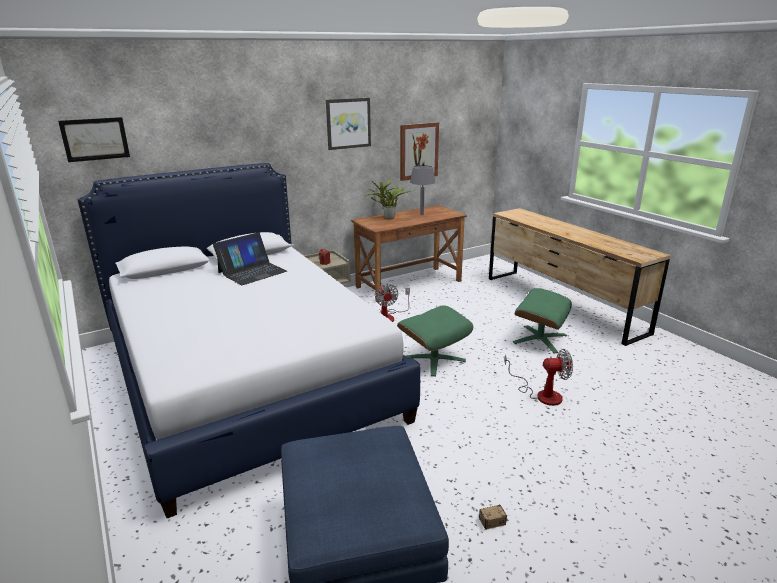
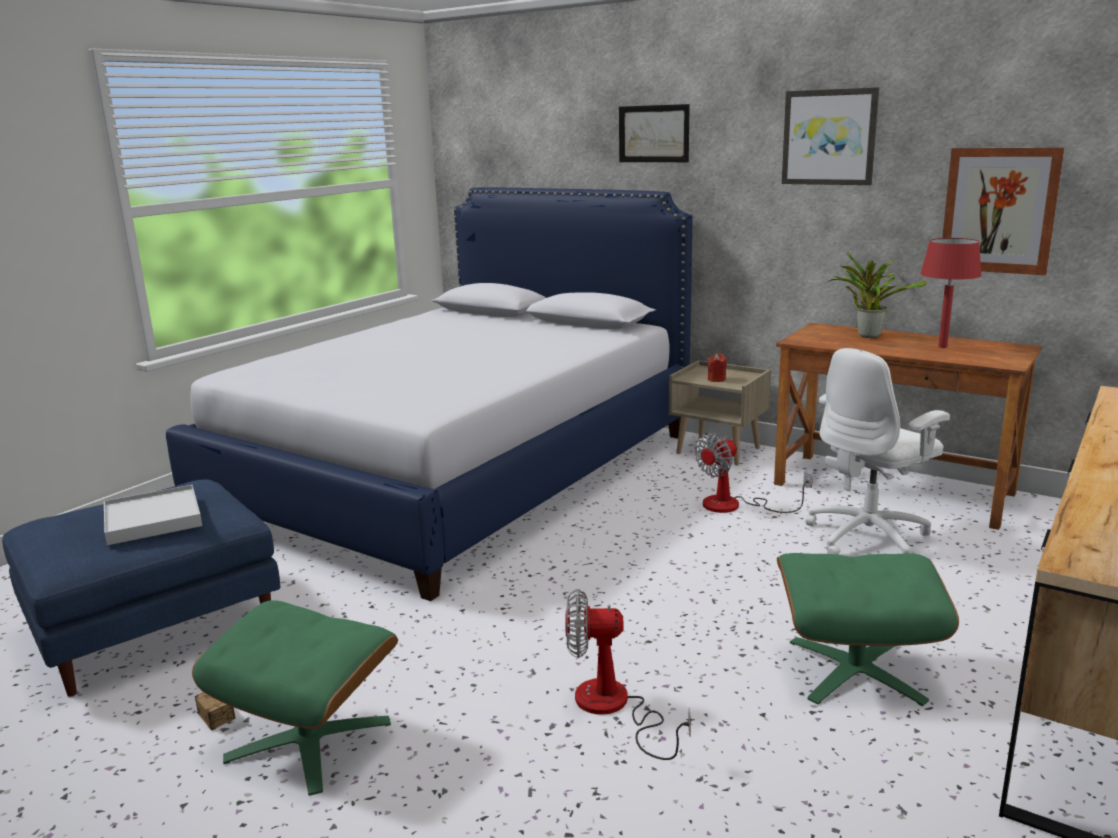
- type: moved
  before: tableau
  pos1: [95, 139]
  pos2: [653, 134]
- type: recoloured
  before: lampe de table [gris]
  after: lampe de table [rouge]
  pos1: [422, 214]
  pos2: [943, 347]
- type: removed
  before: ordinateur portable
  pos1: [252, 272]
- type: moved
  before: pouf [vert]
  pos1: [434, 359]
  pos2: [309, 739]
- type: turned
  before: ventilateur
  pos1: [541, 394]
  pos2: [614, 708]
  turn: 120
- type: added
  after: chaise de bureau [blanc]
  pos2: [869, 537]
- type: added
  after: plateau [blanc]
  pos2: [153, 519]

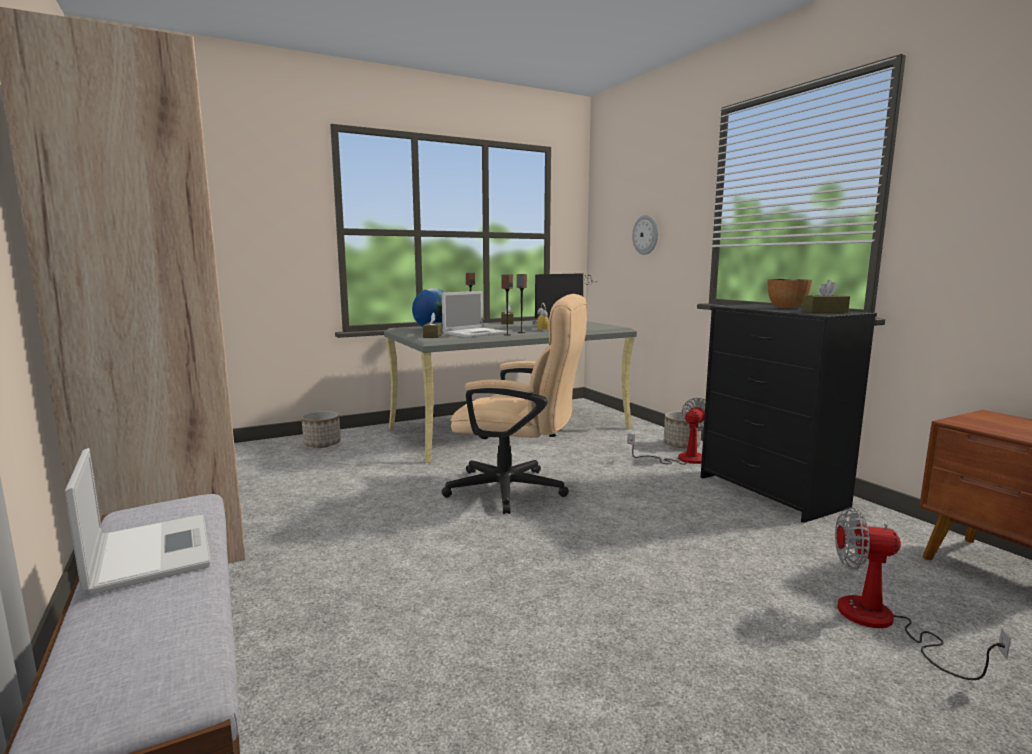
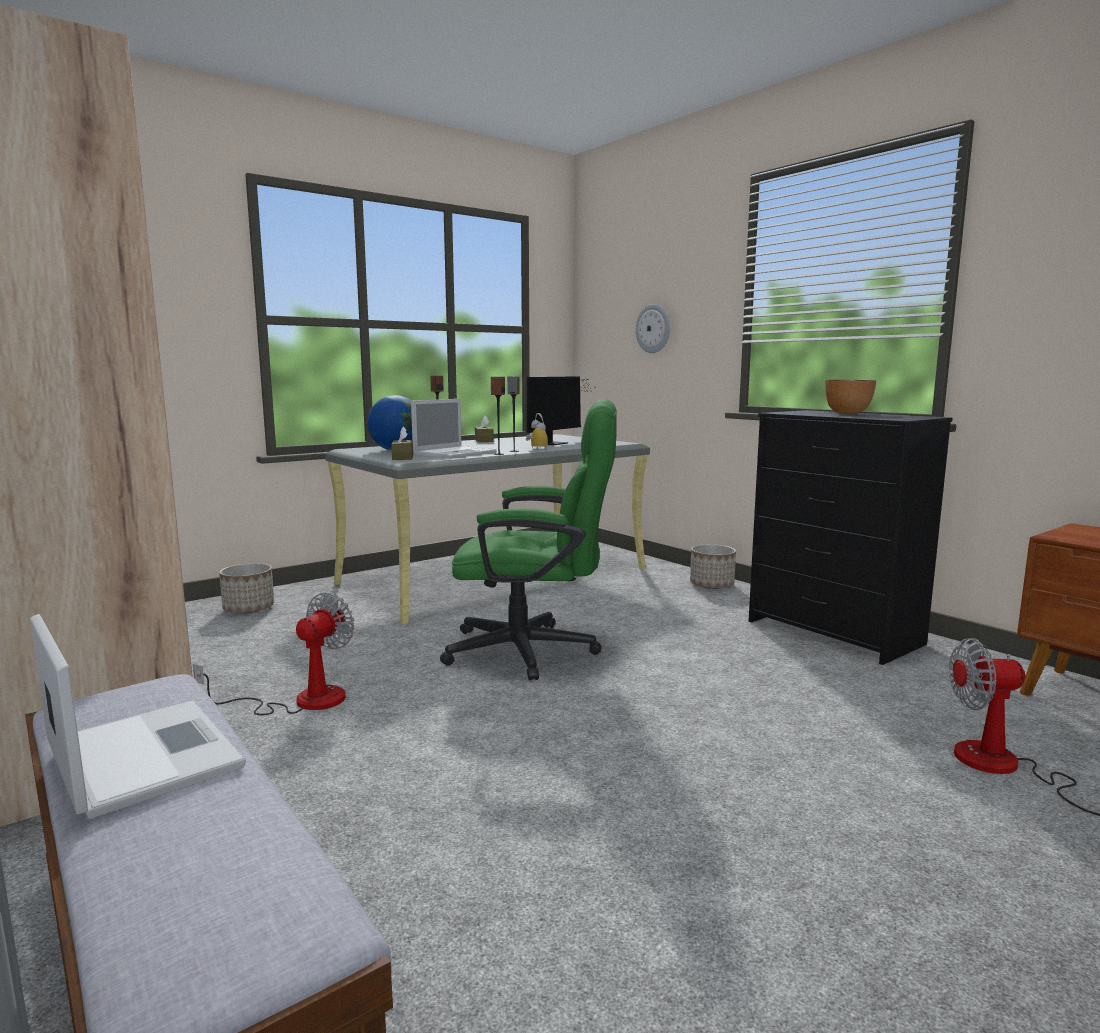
- type: removed
  before: boîte à mouchoirs [marron]
  pos1: [824, 312]
- type: recoloured
  before: chaise de bureau [beige]
  after: chaise de bureau [vert]
  pos1: [517, 491]
  pos2: [536, 651]
- type: moved
  before: ventilateur
  pos1: [681, 459]
  pos2: [301, 701]

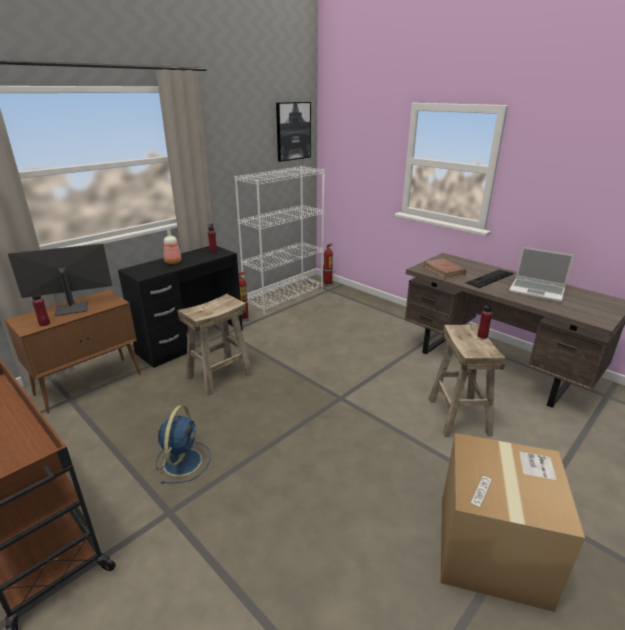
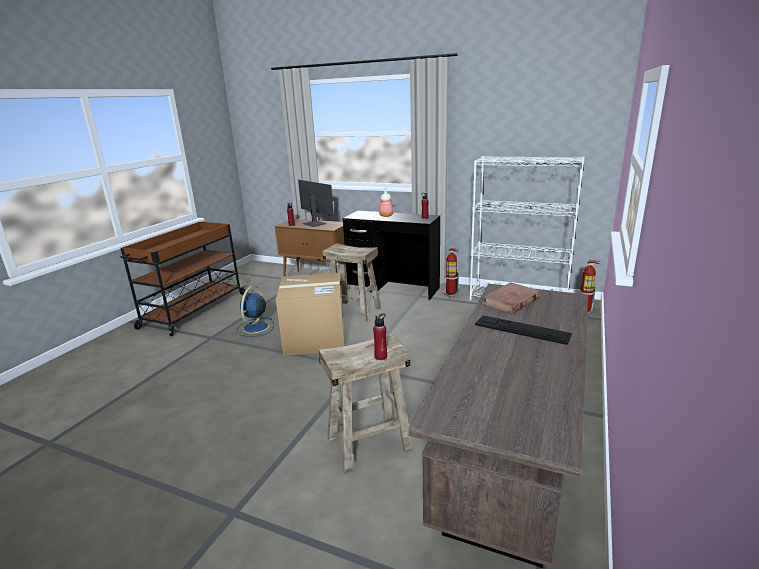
- type: removed
  before: tableau
  pos1: [293, 131]
- type: removed
  before: ordinateur portable
  pos1: [537, 291]
- type: turned
  before: ventilateur [bleu]
  pos1: [183, 460]
  pos2: [255, 328]
  turn: 120
- type: moved
  before: carton
  pos1: [491, 549]
  pos2: [315, 338]

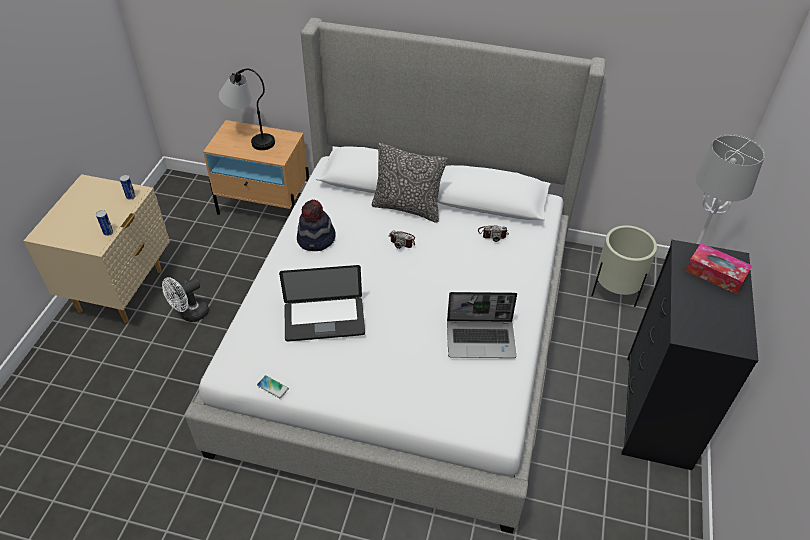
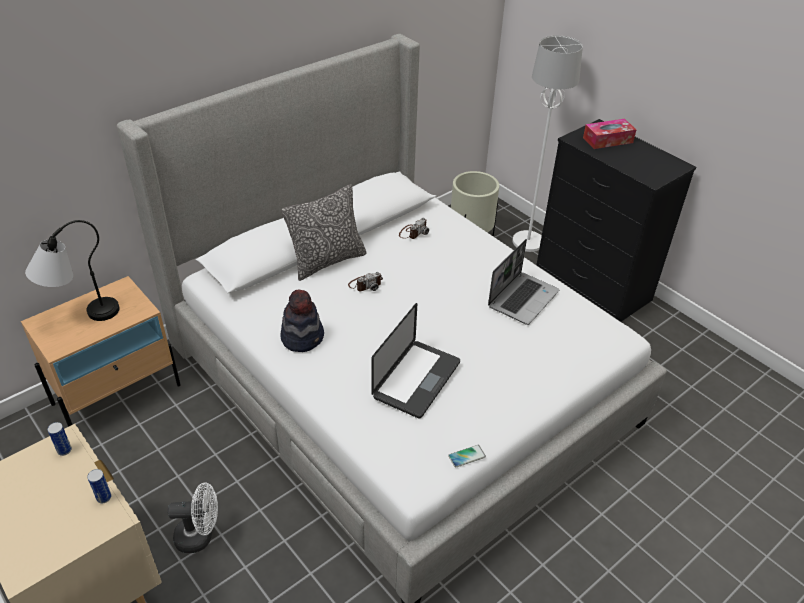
- type: turned
  before: ventilateur [blanc]
  pos1: [190, 314]
  pos2: [200, 536]
  turn: -90

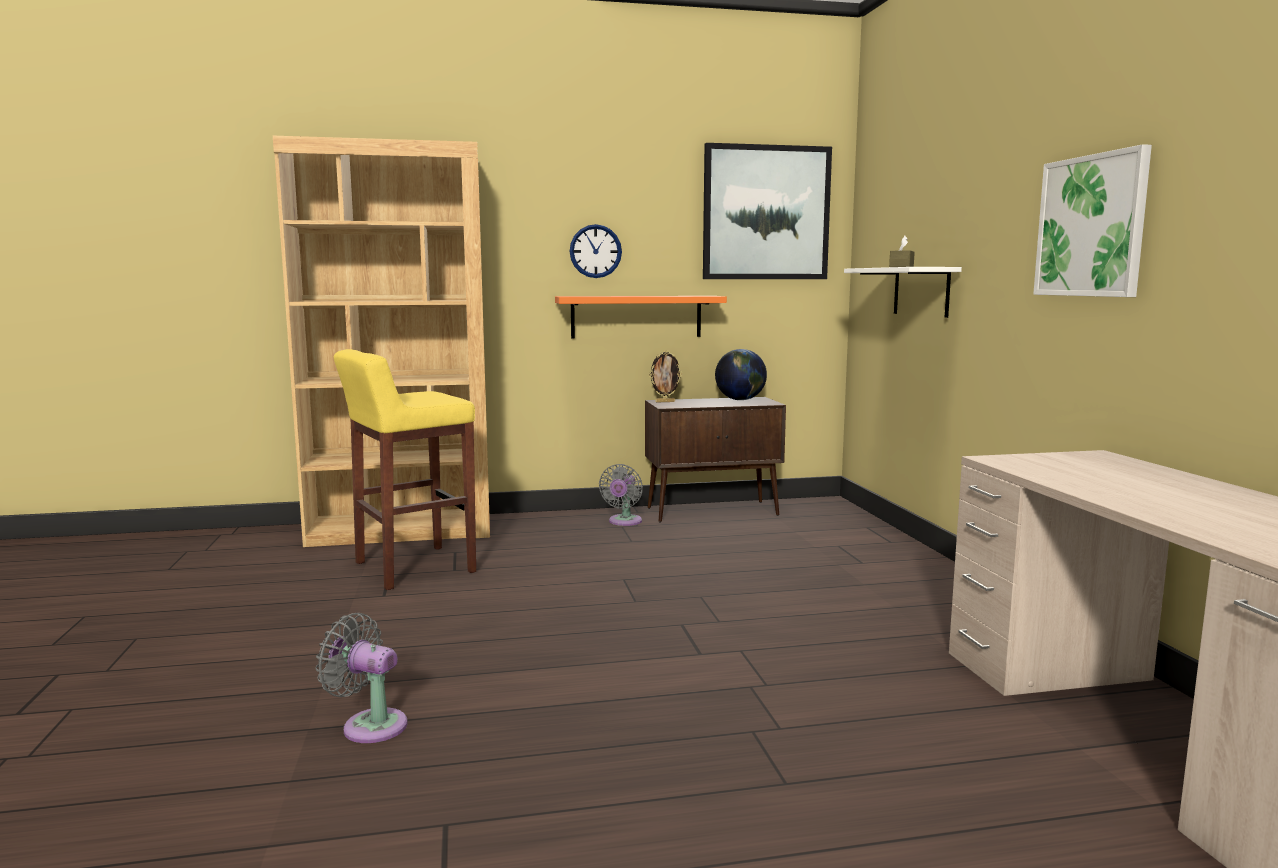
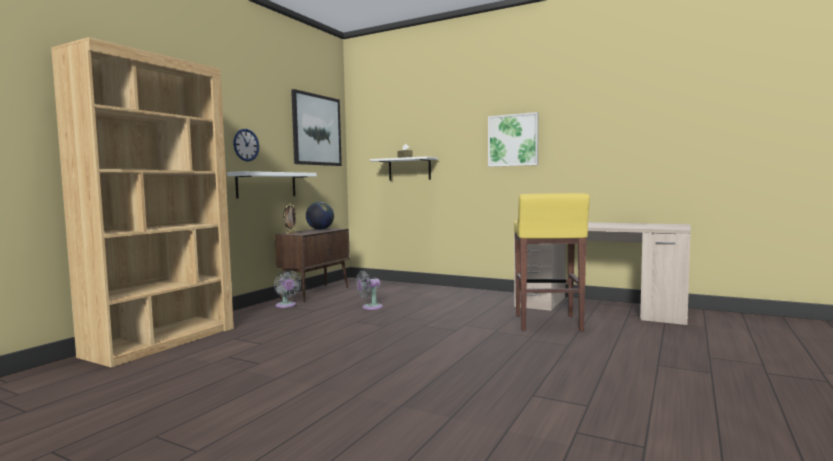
- type: recoloured
  before: étagère [orange]
  after: étagère [blanc]
  pos1: [636, 316]
  pos2: [266, 185]
- type: moved
  before: tabouret [jaune]
  pos1: [412, 568]
  pos2: [548, 323]
- type: moved
  before: ventilateur [gris]
  pos1: [369, 725]
  pos2: [370, 307]

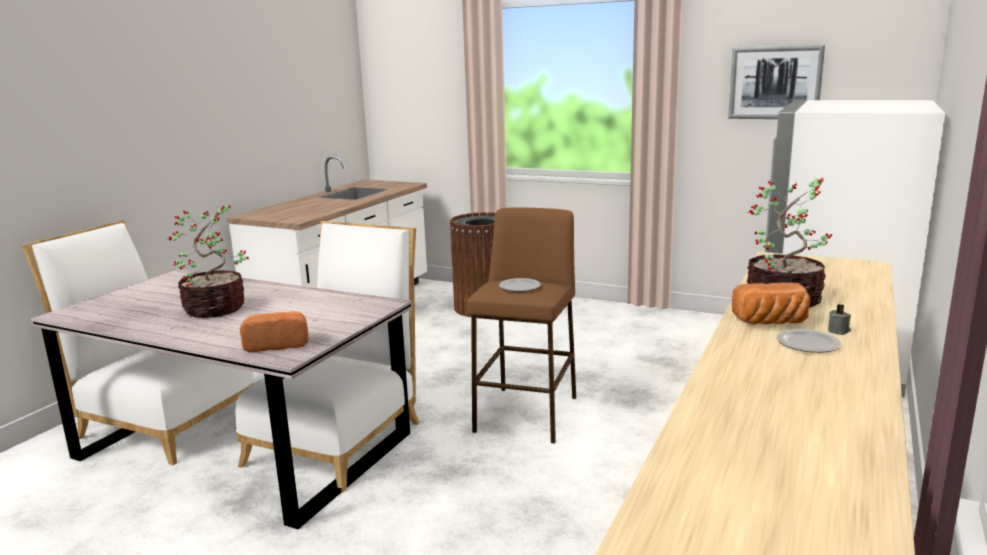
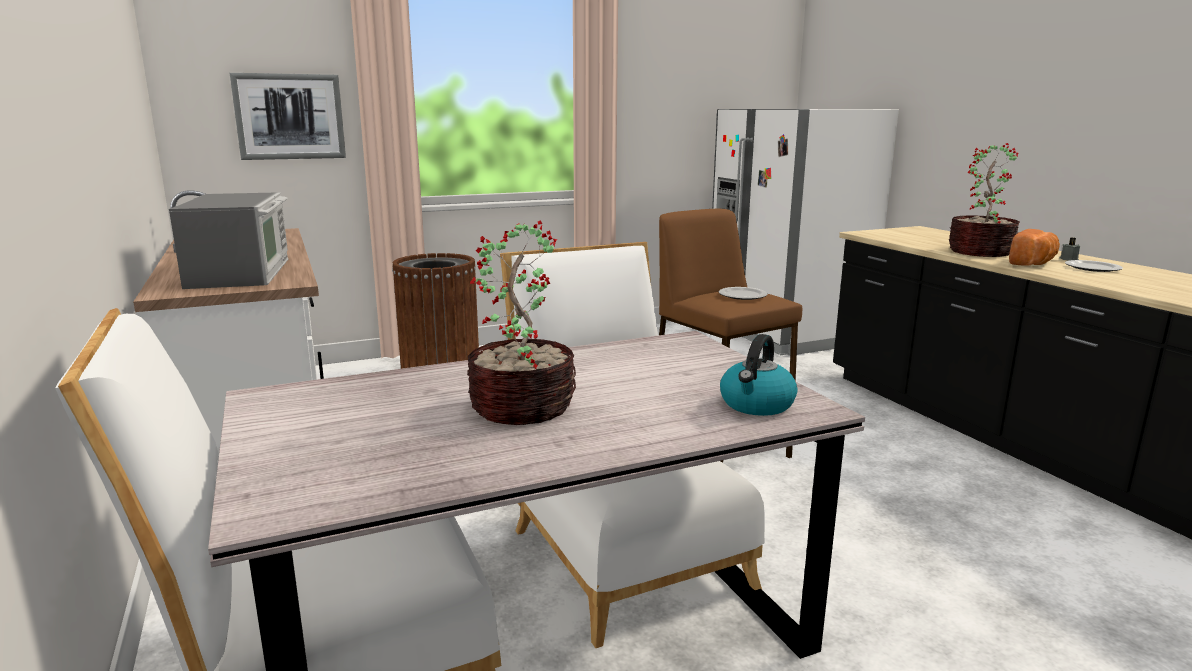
- type: moved
  before: tableau
  pos1: [775, 83]
  pos2: [289, 116]
- type: replaced
  before: pain
  after: bouilloire
  pos1: [277, 344]
  pos2: [756, 405]
- type: added
  after: micro-ondes
  pos2: [242, 272]

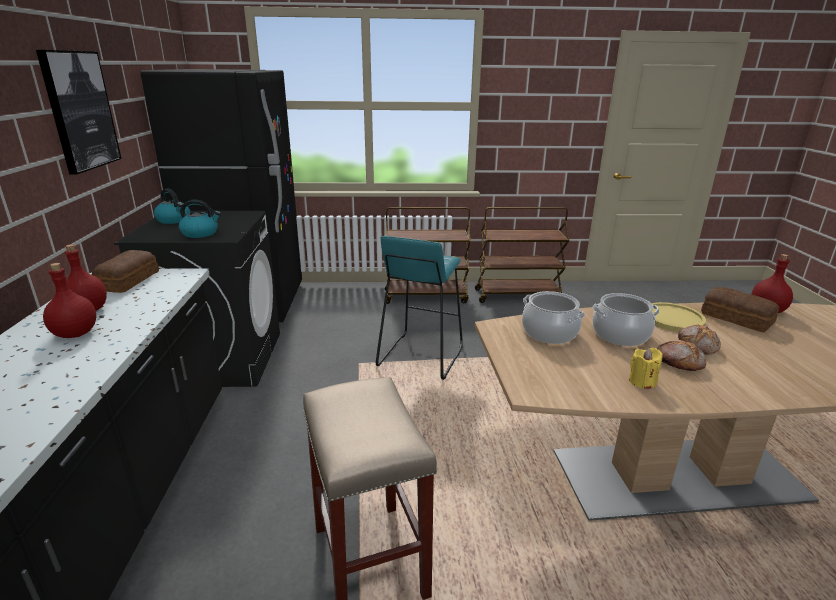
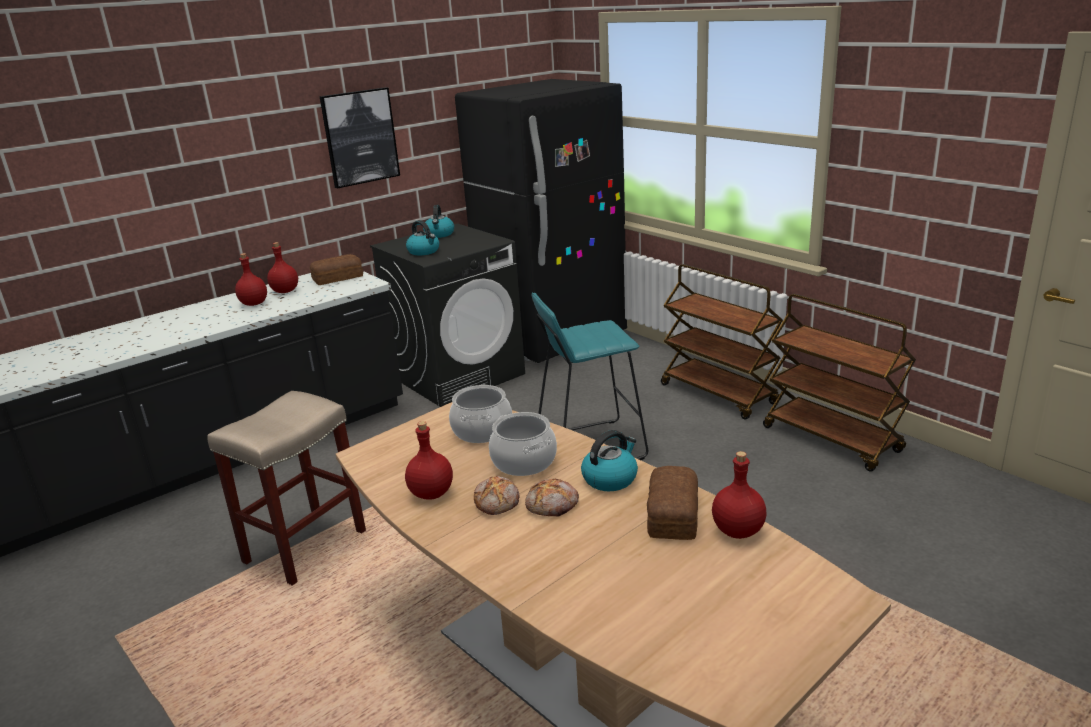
- type: replaced
  before: assiette [jaune]
  after: bouilloire
  pos1: [672, 319]
  pos2: [610, 478]
- type: replaced
  before: bougie [jaune]
  after: bouteille [rouge]
  pos1: [642, 382]
  pos2: [432, 493]

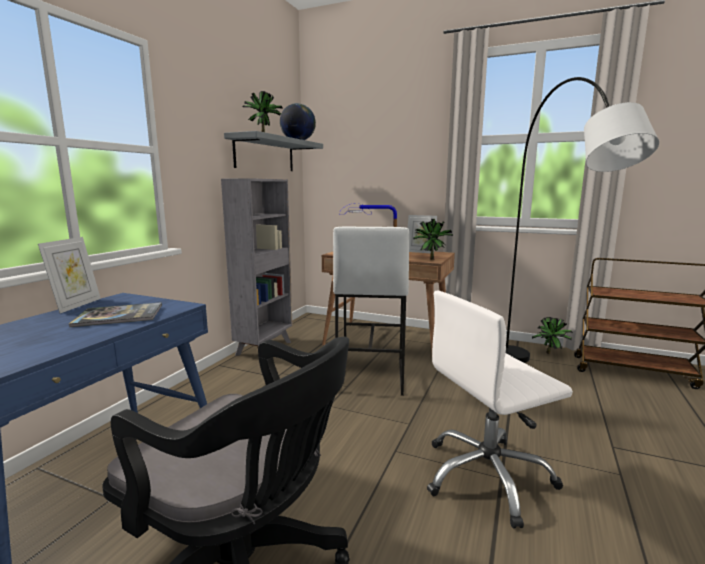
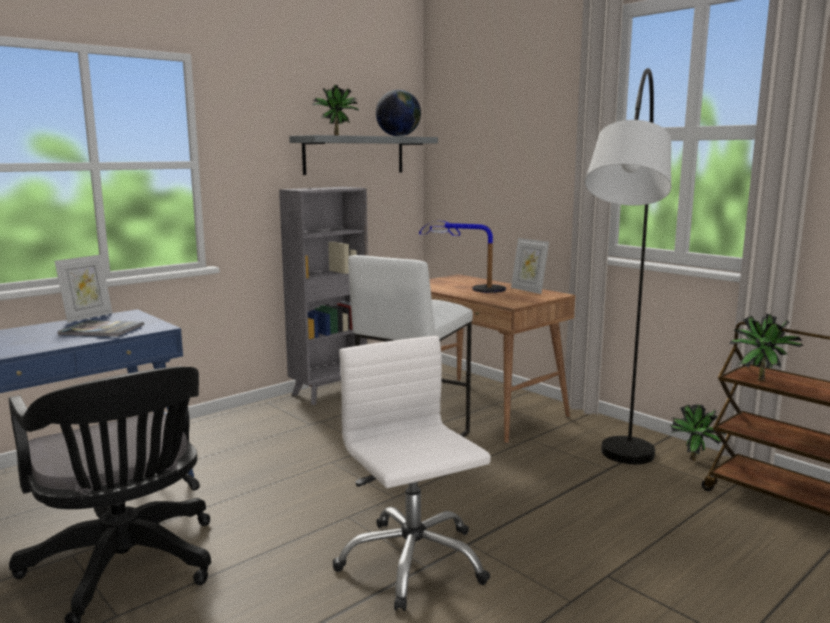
- type: moved
  before: plante en pot
  pos1: [430, 259]
  pos2: [759, 379]
- type: turned
  before: chaise de bureau [blanc]
  pos1: [487, 476]
  pos2: [412, 561]
  turn: 60

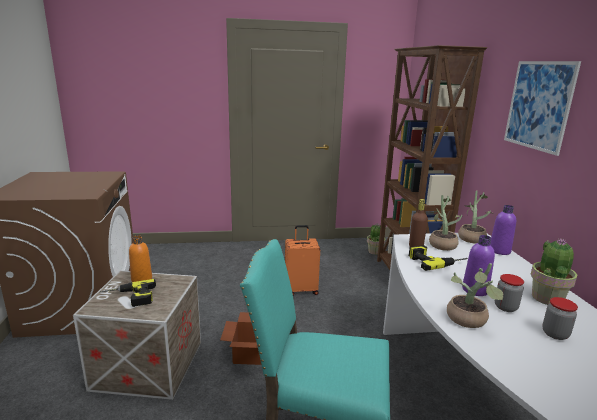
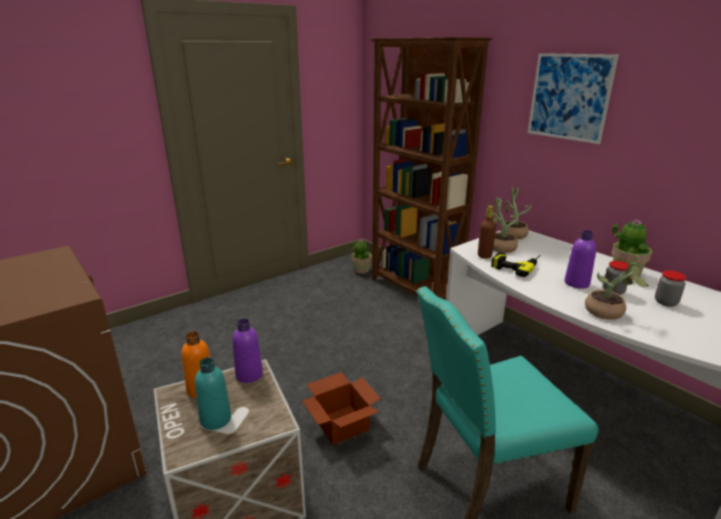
- type: moved
  before: bouteille [violet]
  pos1: [499, 251]
  pos2: [249, 374]
- type: removed
  before: valise [orange]
  pos1: [301, 290]
- type: replaced
  before: perceuse
  after: bouteille [turquoise]
  pos1: [129, 298]
  pos2: [215, 419]

